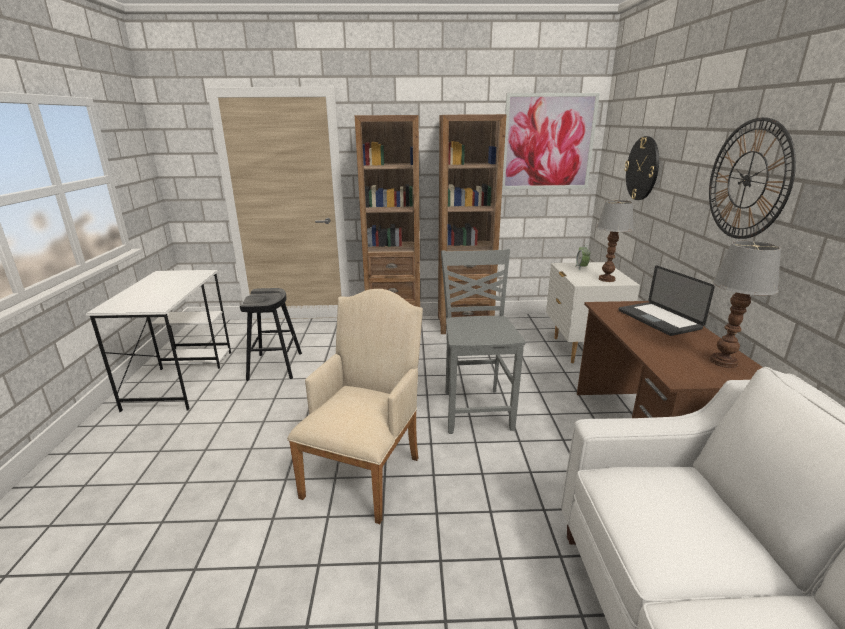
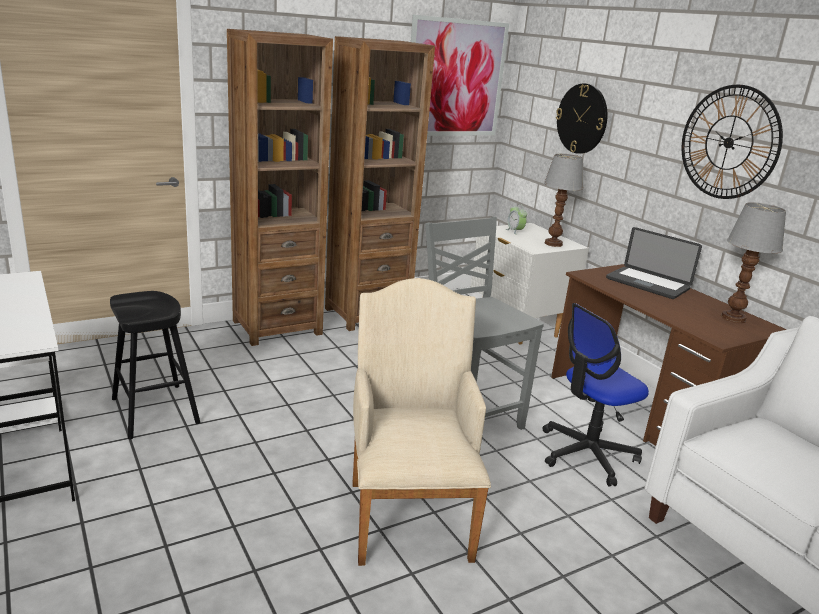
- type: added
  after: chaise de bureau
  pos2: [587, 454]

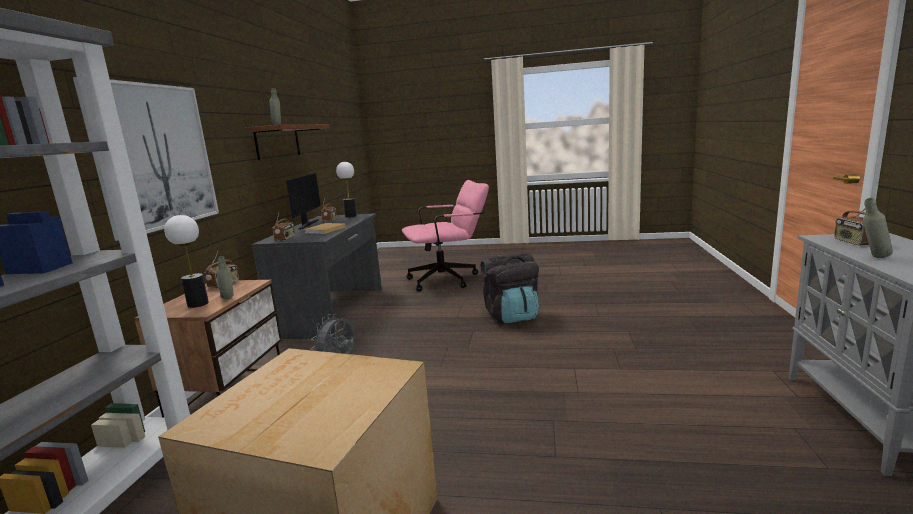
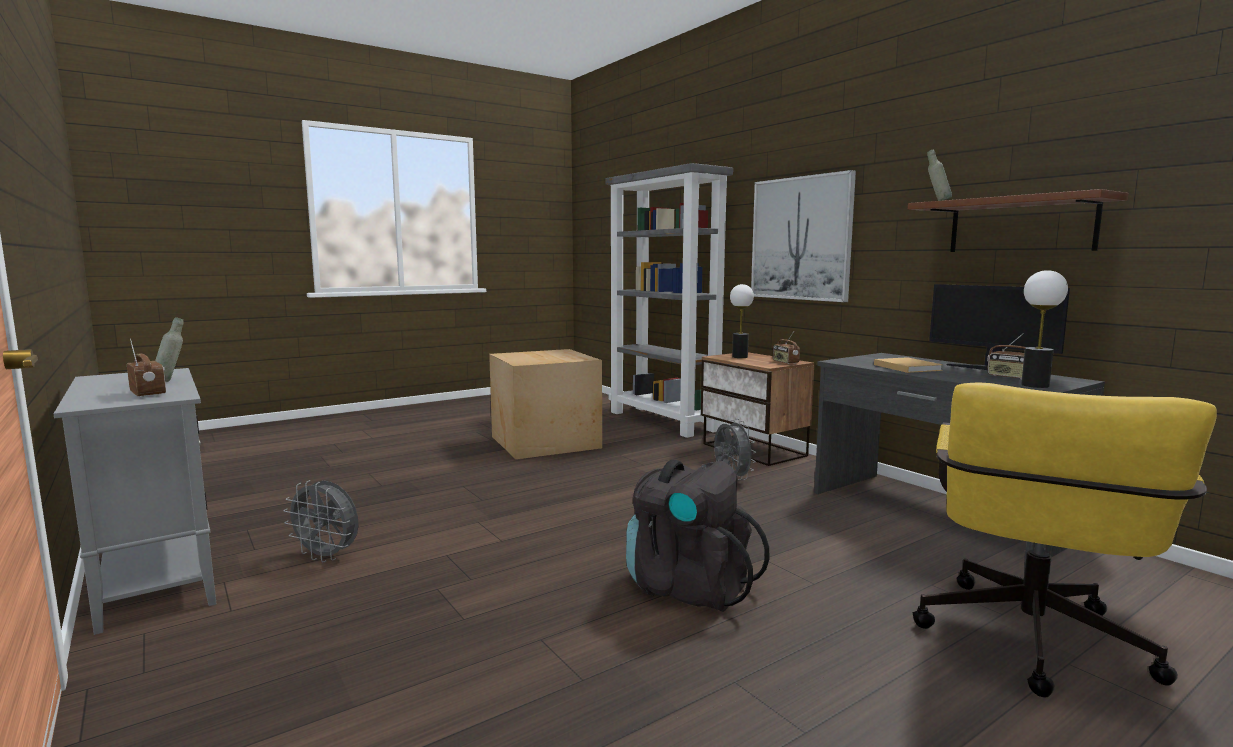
- type: recoloured
  before: chaise de bureau [rose]
  after: chaise de bureau [jaune]
  pos1: [449, 279]
  pos2: [1030, 647]
- type: removed
  before: radio
  pos1: [285, 239]
- type: removed
  before: bouteille [gris]
  pos1: [228, 299]
- type: added
  after: ventilateur [gris]
  pos2: [327, 556]

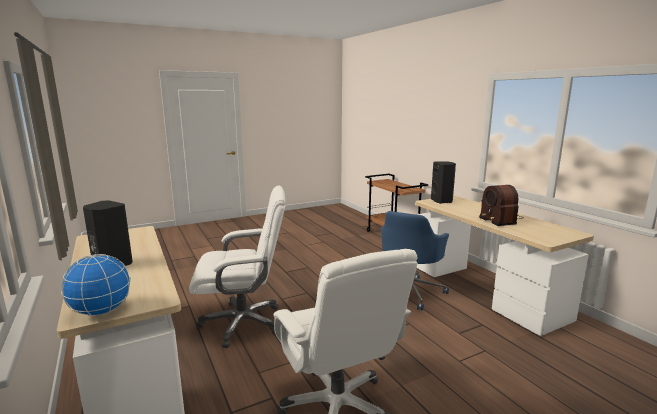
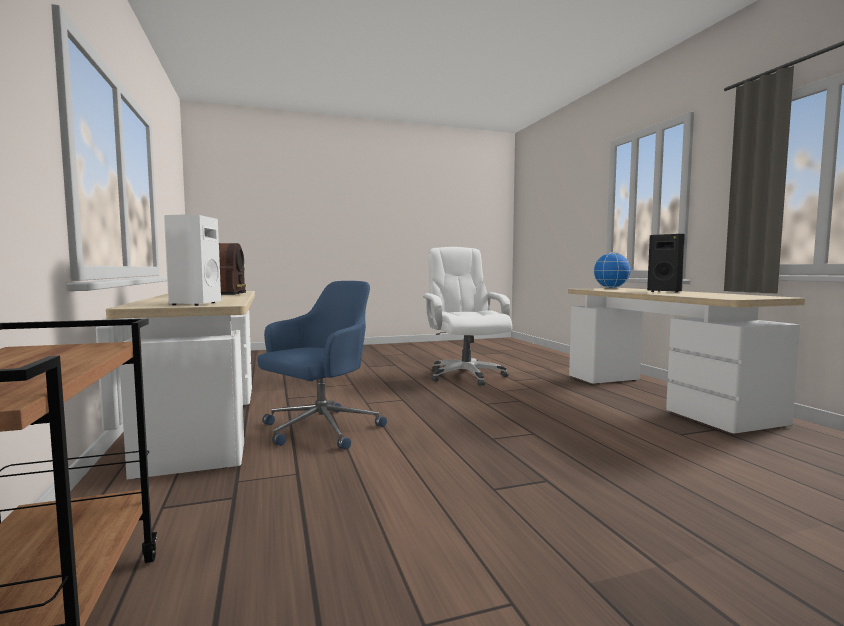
- type: recoloured
  before: enceinte [noir]
  after: enceinte [blanc]
  pos1: [442, 201]
  pos2: [193, 304]
- type: removed
  before: chaise de bureau [blanc]
  pos1: [243, 323]

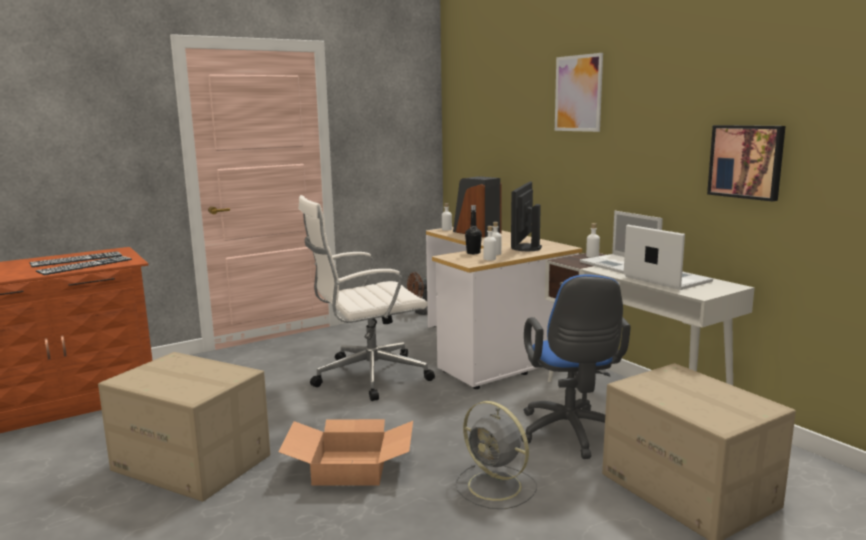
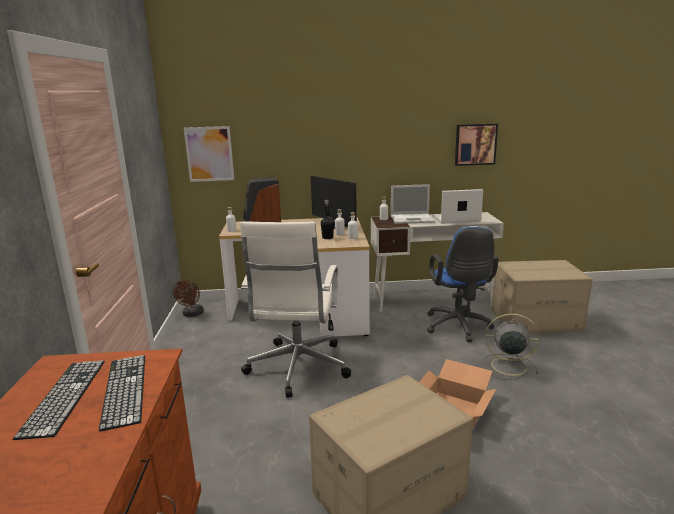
- type: moved
  before: tableau
  pos1: [578, 93]
  pos2: [209, 154]
- type: turned
  before: chaise de bureau [bleu]
  pos1: [571, 435]
  pos2: [458, 327]
  turn: 60
- type: turned
  before: ventilateur [gris]
  pos1: [496, 487]
  pos2: [507, 366]
  turn: -150

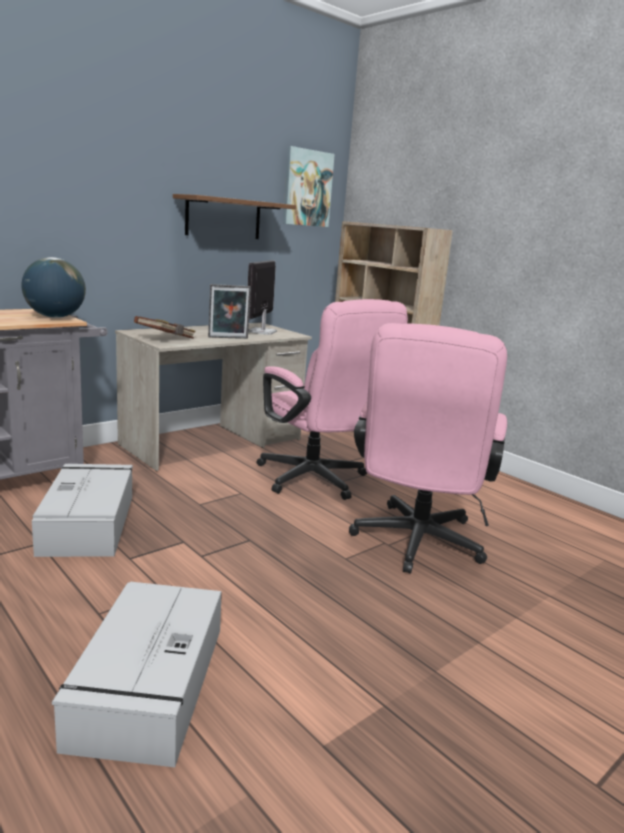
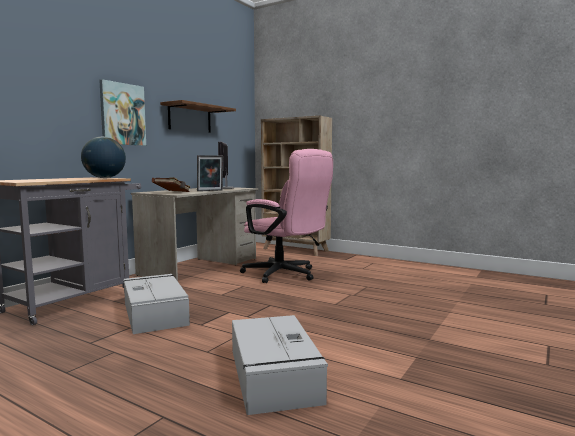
- type: moved
  before: tableau
  pos1: [307, 188]
  pos2: [122, 114]
- type: removed
  before: chaise de bureau [rose]
  pos1: [415, 545]

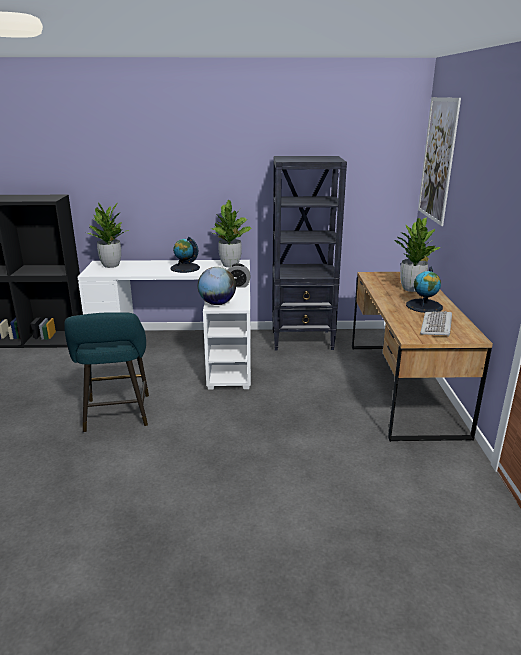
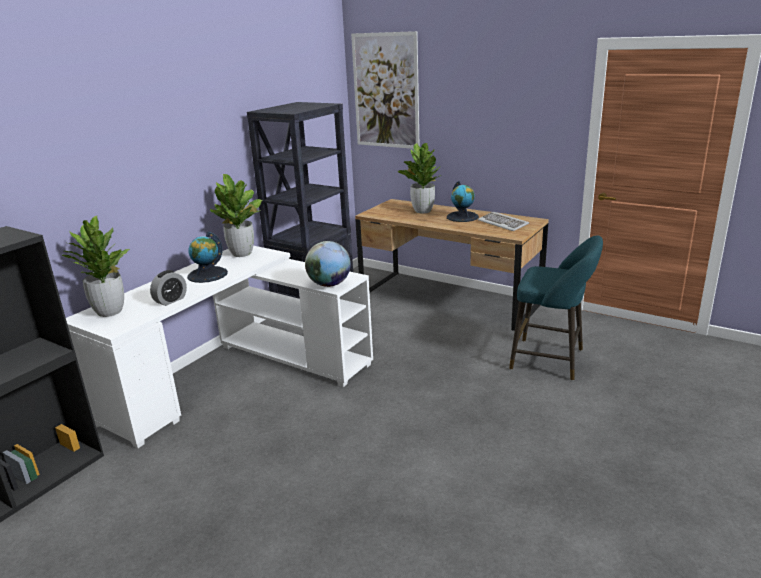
- type: moved
  before: réveil
  pos1: [238, 285]
  pos2: [171, 300]
- type: moved
  before: tabouret [turquoise]
  pos1: [117, 416]
  pos2: [551, 360]

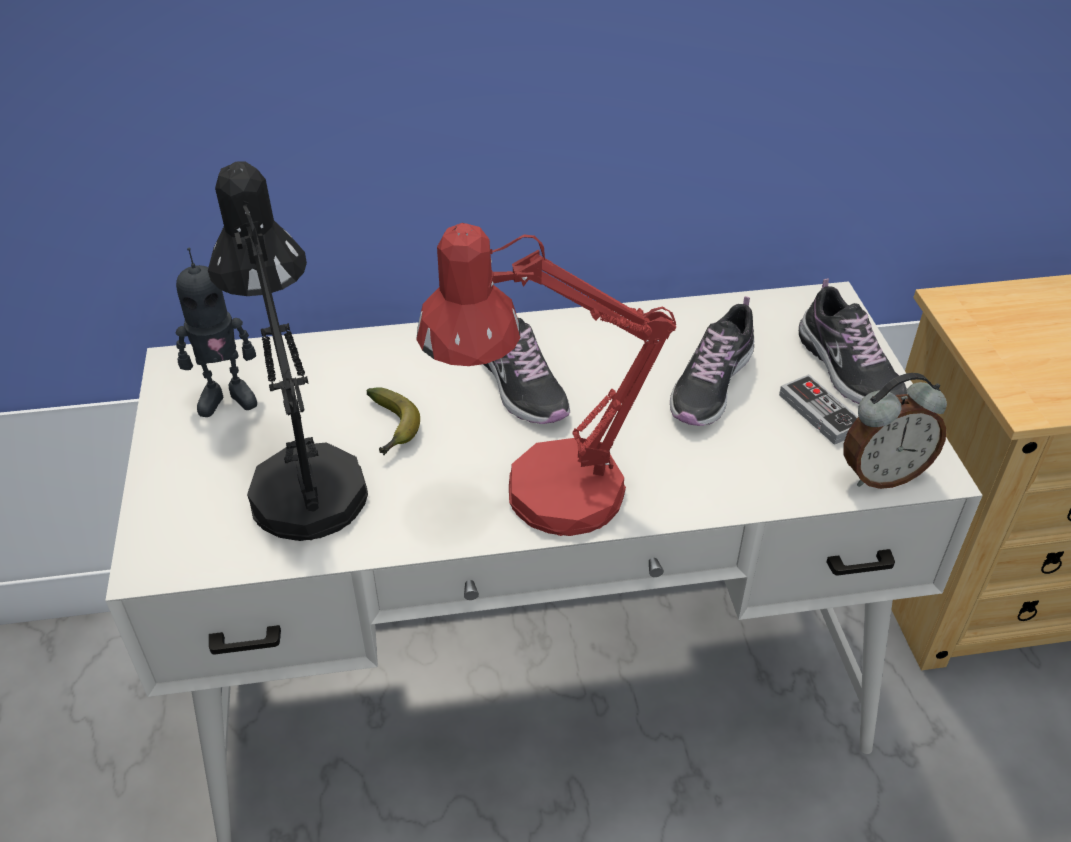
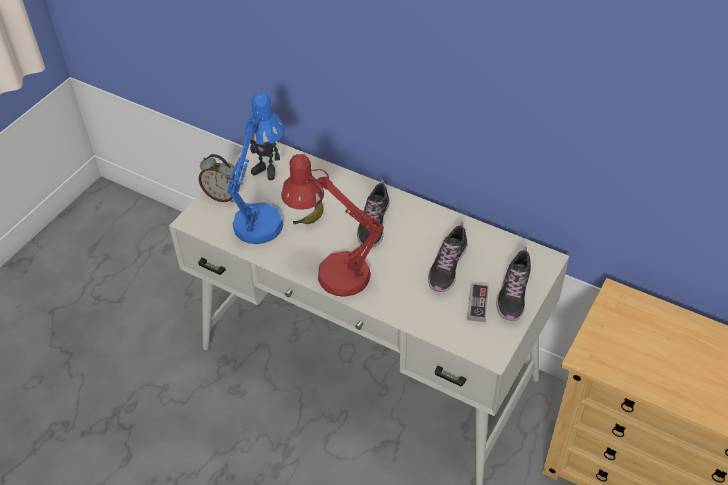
- type: recoloured
  before: lampe de table [noir]
  after: lampe de table [bleu]
  pos1: [304, 478]
  pos2: [262, 217]
- type: turned
  before: chaussure
  pos1: [711, 385]
  pos2: [447, 267]
  turn: -45
- type: moved
  before: réveil
  pos1: [881, 474]
  pos2: [222, 196]

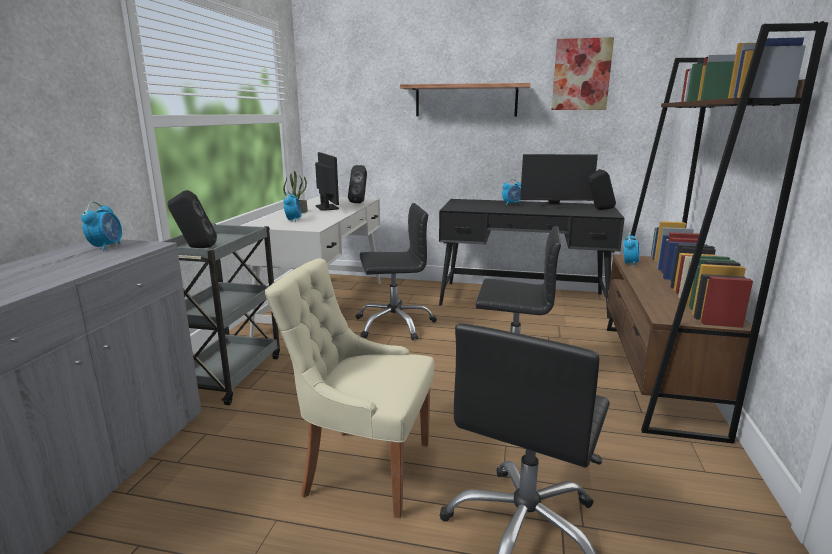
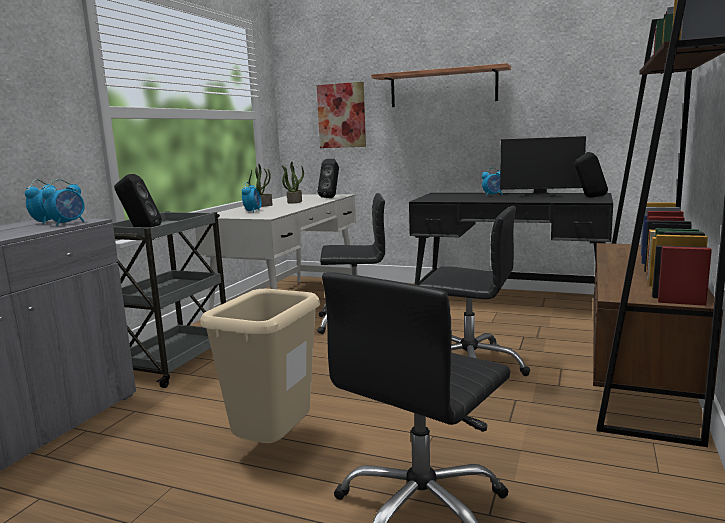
- type: moved
  before: tableau
  pos1: [581, 74]
  pos2: [341, 115]
- type: replaced
  before: écran d'ordinateur
  after: plante en pot
  pos1: [327, 207]
  pos2: [294, 202]
- type: moved
  before: réveil
  pos1: [629, 264]
  pos2: [68, 223]
- type: replaced
  before: chaise [beige]
  after: poubelle [beige]
  pos1: [363, 467]
  pos2: [274, 447]

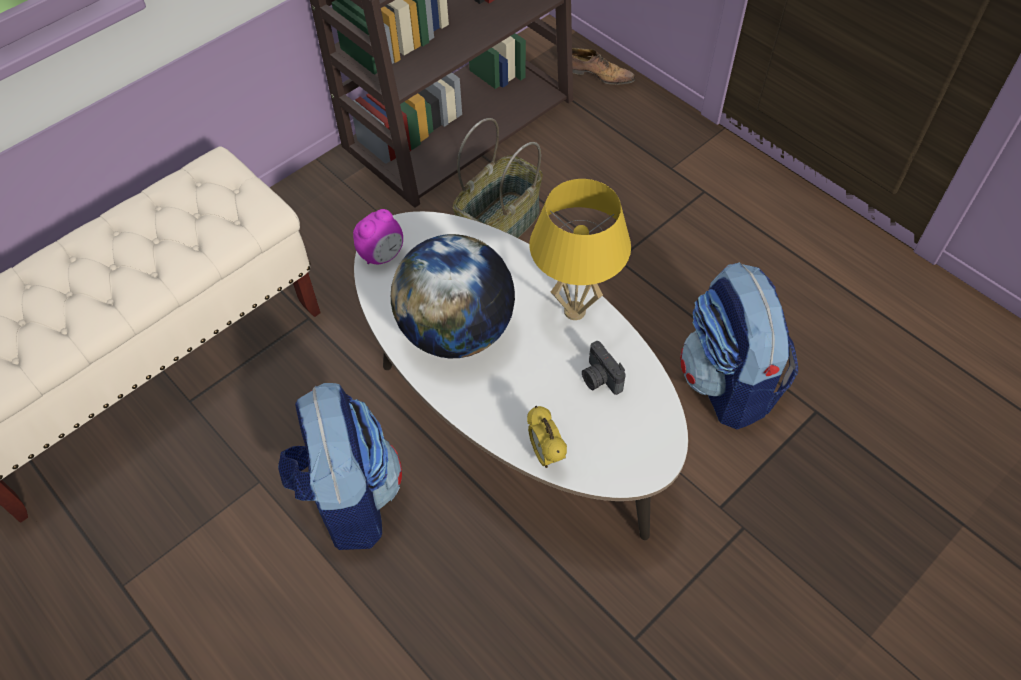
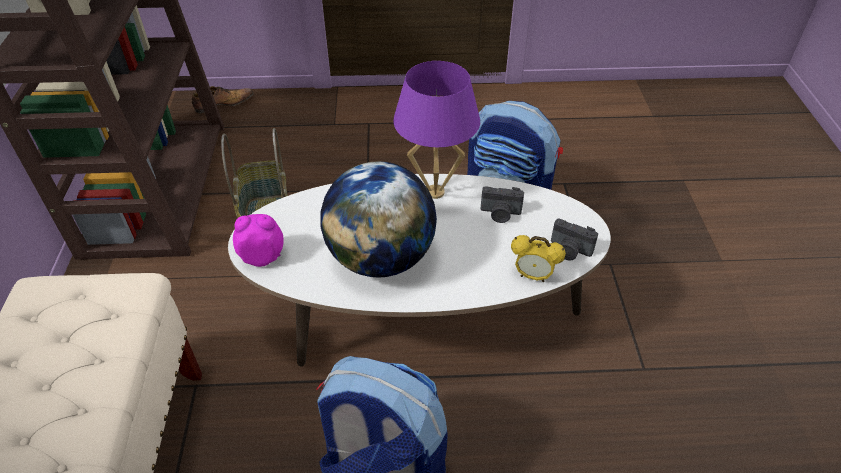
- type: recoloured
  before: lampe de table [jaune]
  after: lampe de table [violet]
  pos1: [575, 311]
  pos2: [435, 192]
- type: turned
  before: réveil
  pos1: [382, 255]
  pos2: [262, 256]
  turn: -90
- type: added
  after: appareil photo
  pos2: [569, 250]

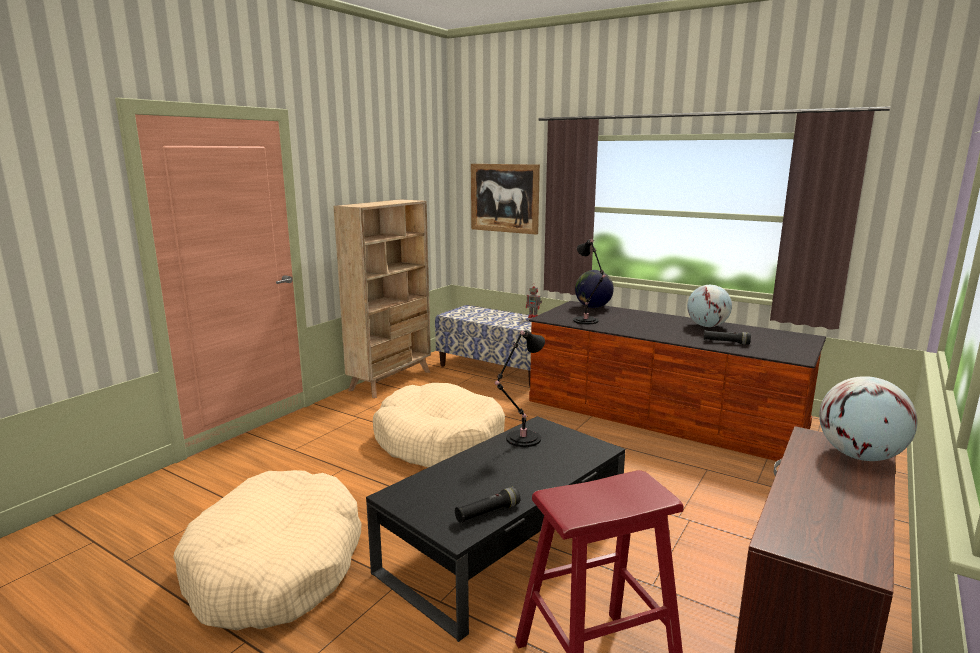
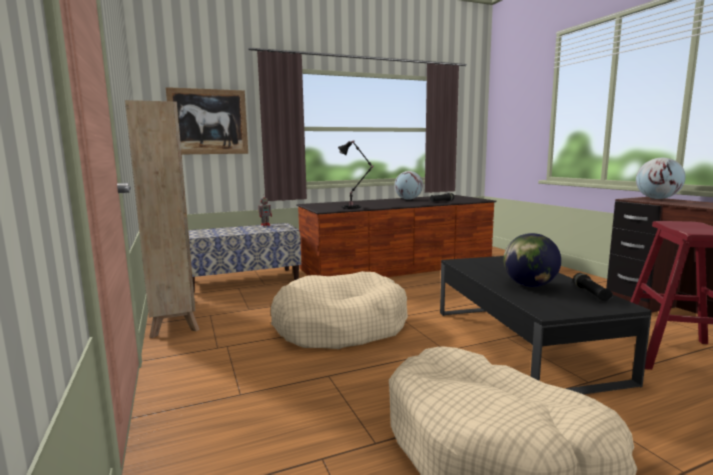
- type: moved
  before: globe
  pos1: [593, 307]
  pos2: [529, 285]
- type: removed
  before: lampe de table [noir]
  pos1: [521, 439]

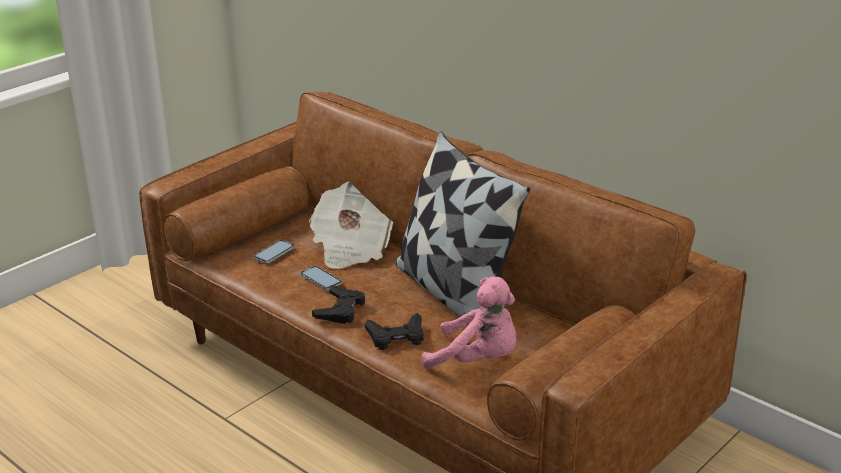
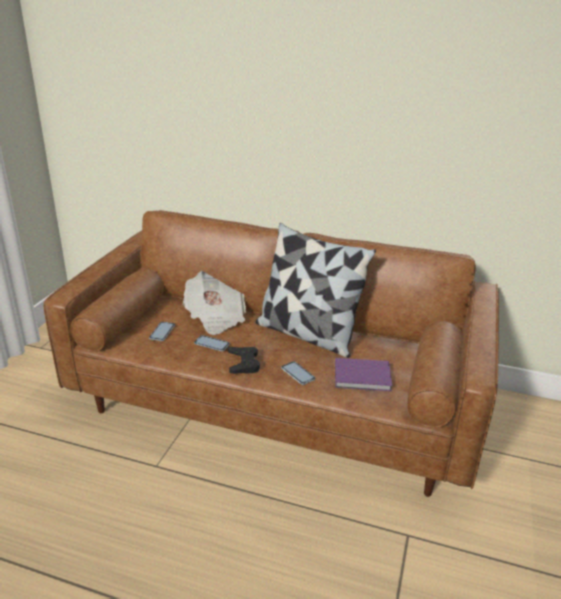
- type: replaced
  before: peluche [rose]
  after: livre [violet]
  pos1: [477, 360]
  pos2: [364, 377]
- type: replaced
  before: manette [noir]
  after: téléphone
  pos1: [396, 336]
  pos2: [297, 374]

